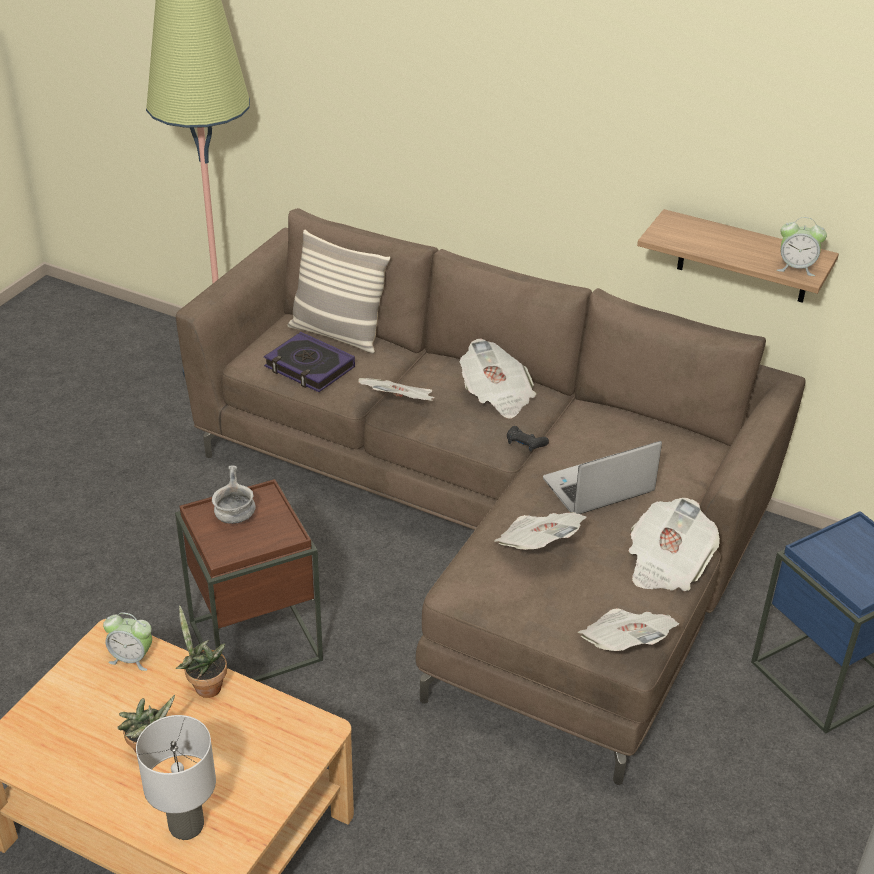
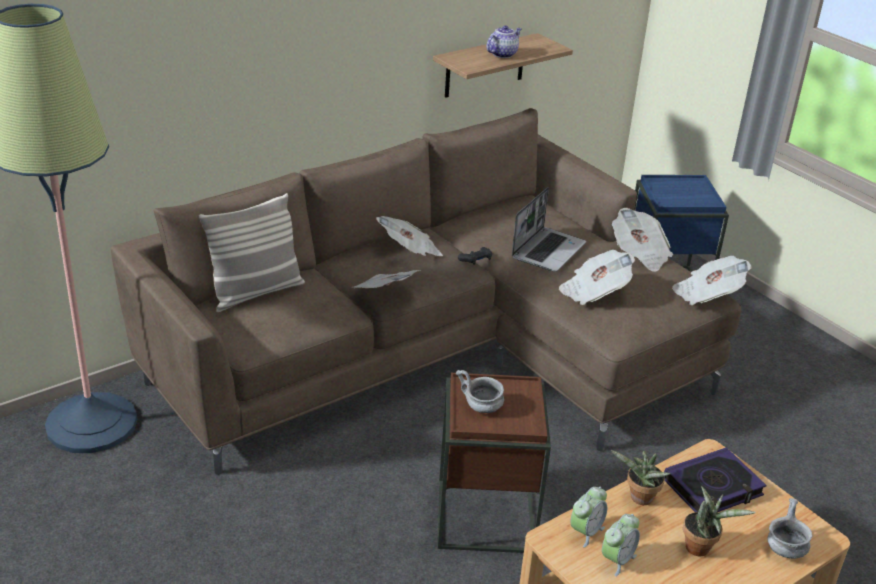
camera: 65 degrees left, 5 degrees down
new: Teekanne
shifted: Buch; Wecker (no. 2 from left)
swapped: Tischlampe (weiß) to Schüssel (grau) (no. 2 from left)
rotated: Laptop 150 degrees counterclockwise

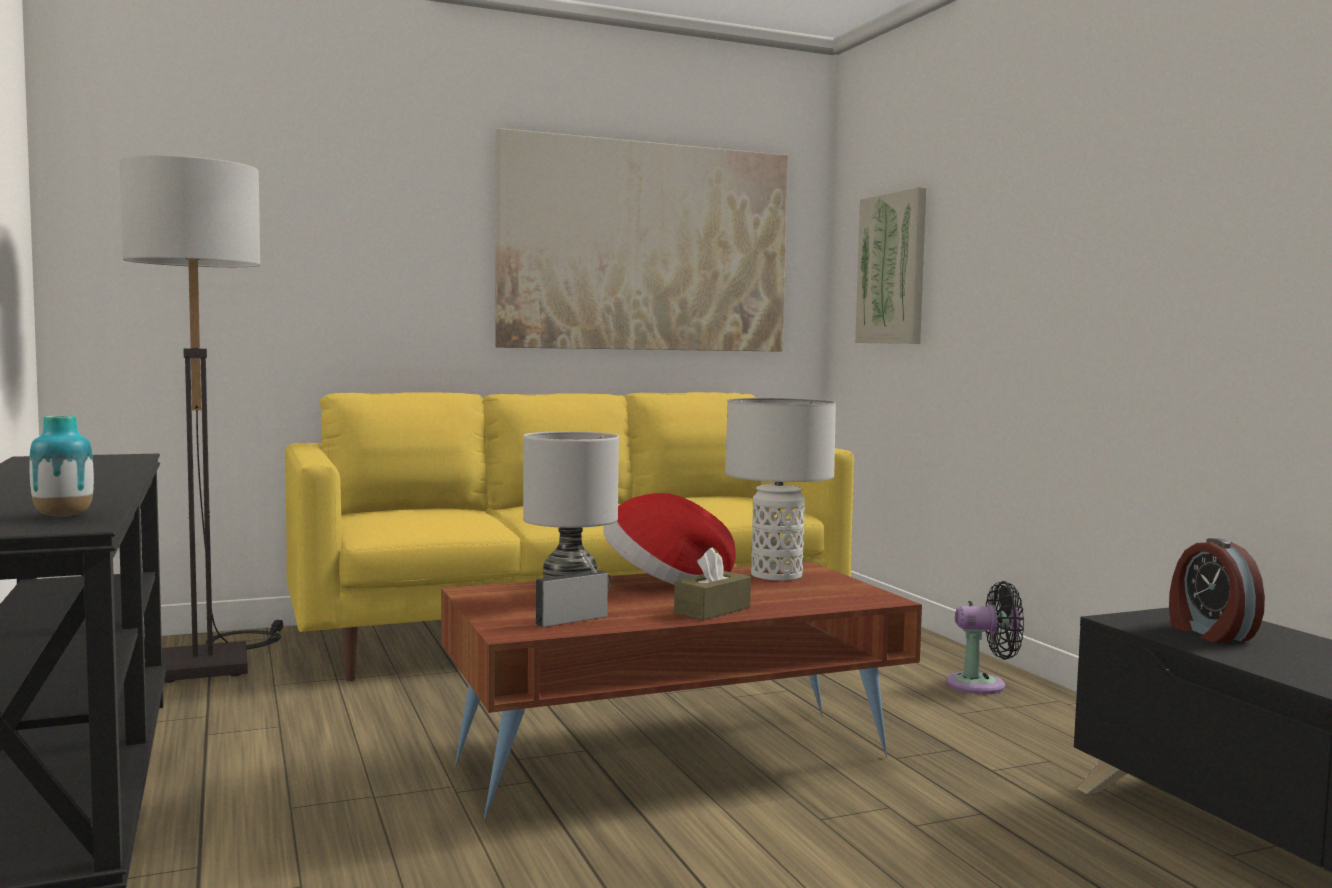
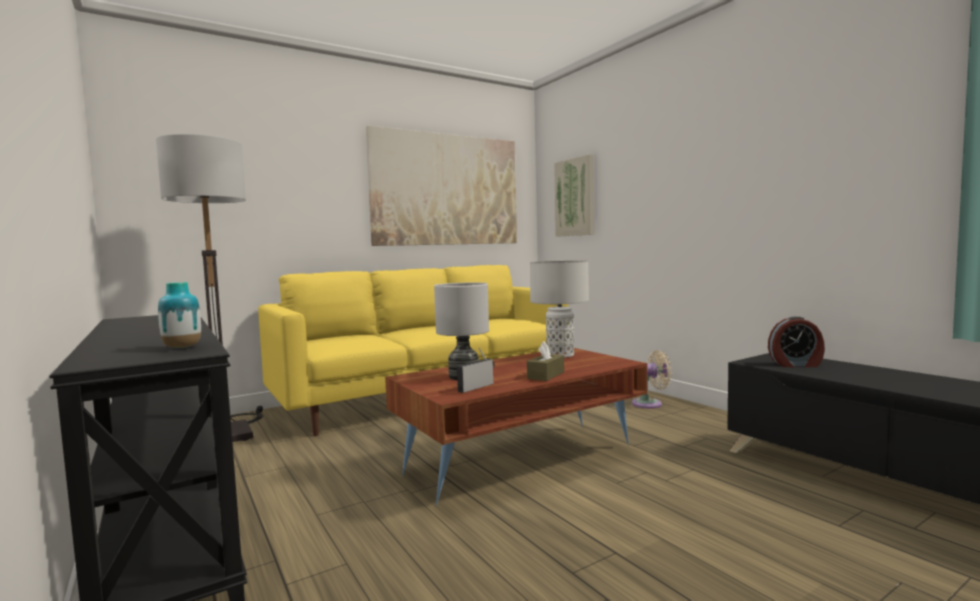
camera: 10 degrees left, 0 degrees up
gone: Hut
repainted: Ventilator (schwarz) to Ventilator (beige)
rotated: Wecker 60 degrees counterclockwise

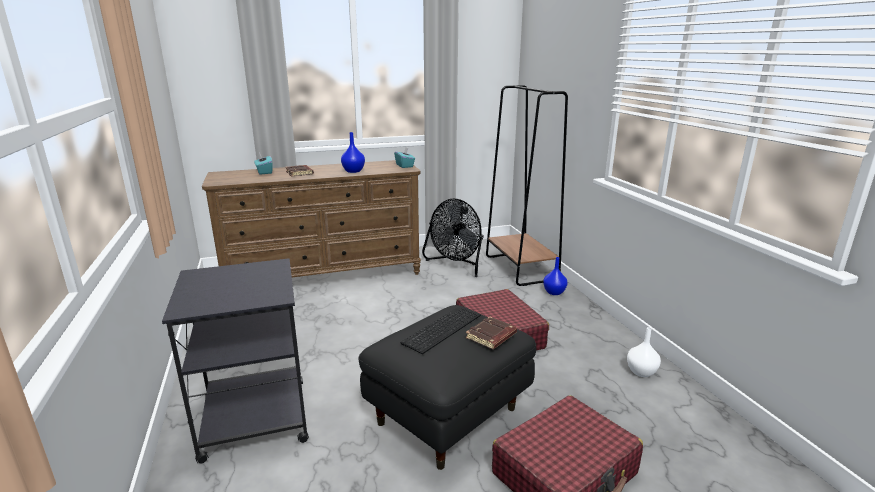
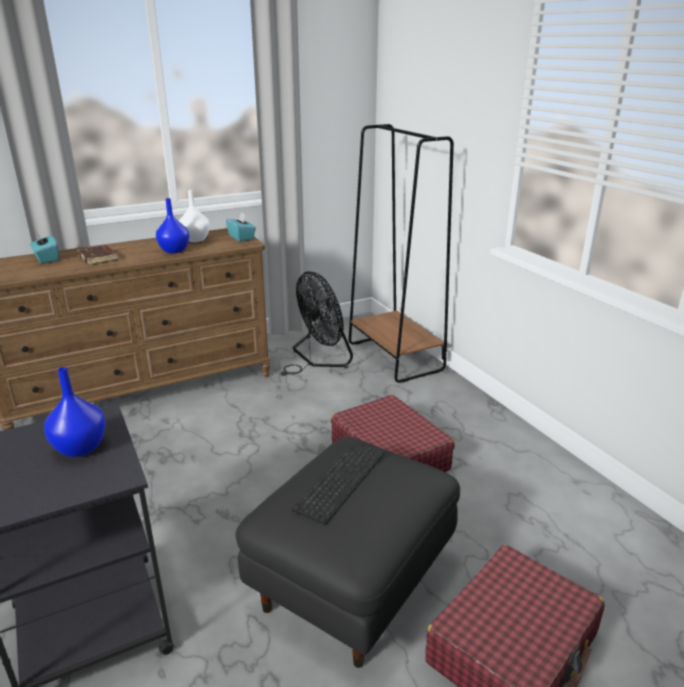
camera: 10 degrees left, 5 degrees up
gone: Buch (braun) (no. 2 from left)
shifted: Vase (blau) (no. 2 from left in the first image) to Vase (blau) (no. 1 from left); Vase (weiß)
rotated: Ventilator (schwarz) 150 degrees counterclockwise

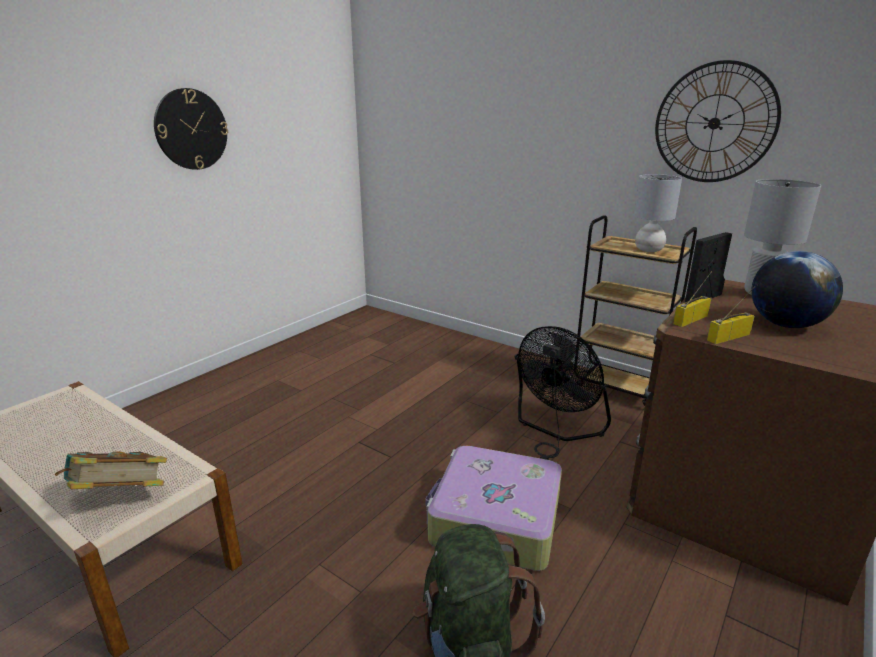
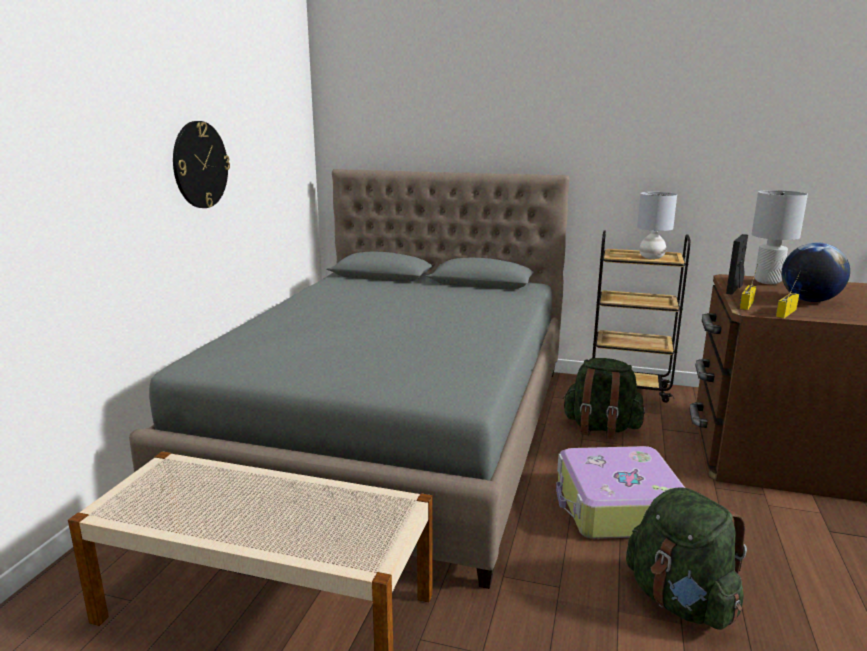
camera: 20 degrees left, 5 degrees down
gone: Buch; Wanduhr (no. 2 from left)
new: Bett (grau)
swapped: Ventilator (schwarz) to Rucksack (grün) (no. 1 from left)

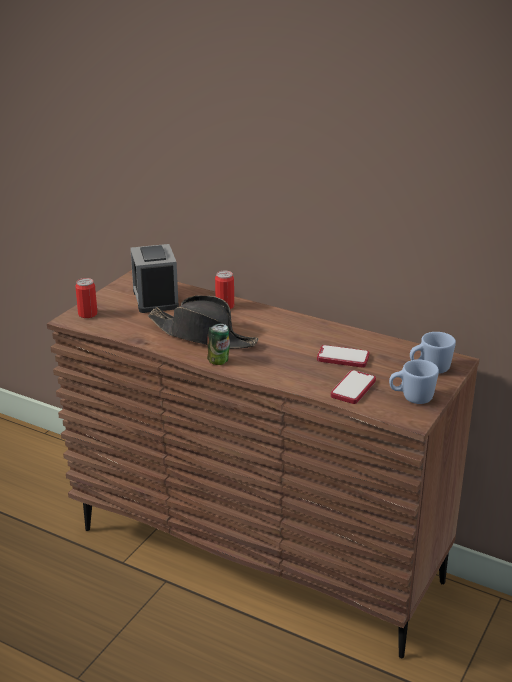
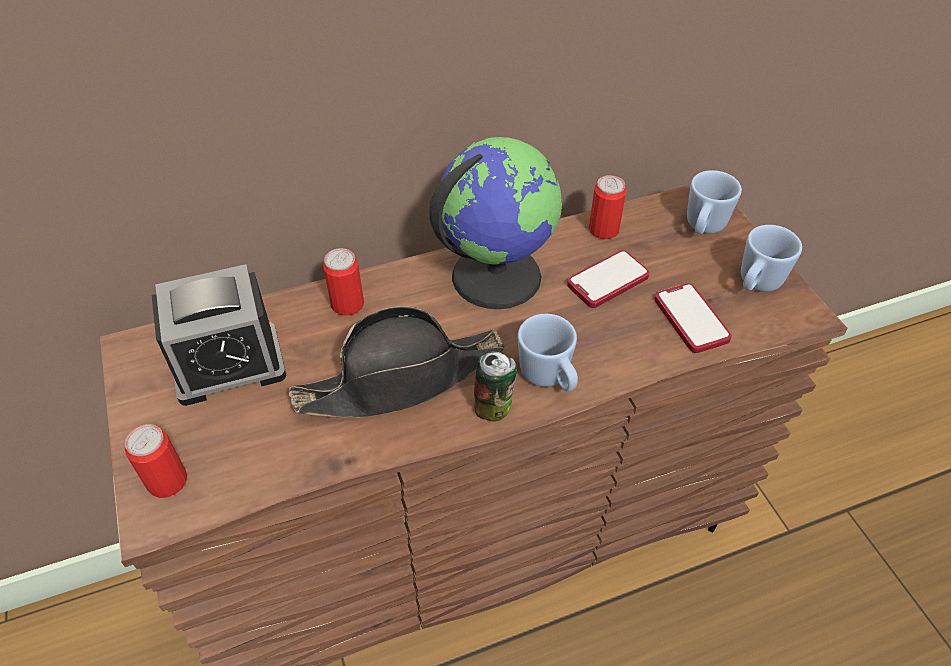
camera: 50 degrees left, 20 degrees up
new: Globus; Henkelbecher (blau) (no. 1 from left); Dose (no. 4 from left)
rotated: Wecker 45 degrees counterclockwise

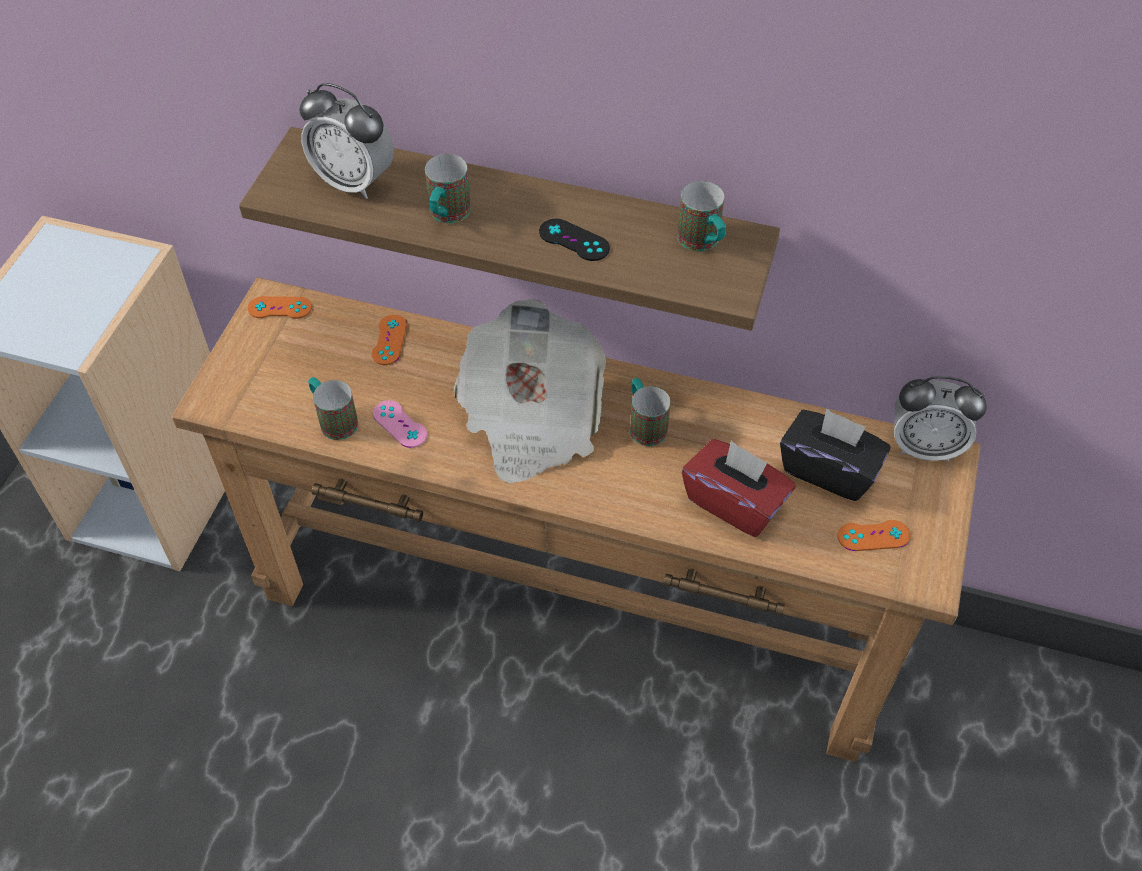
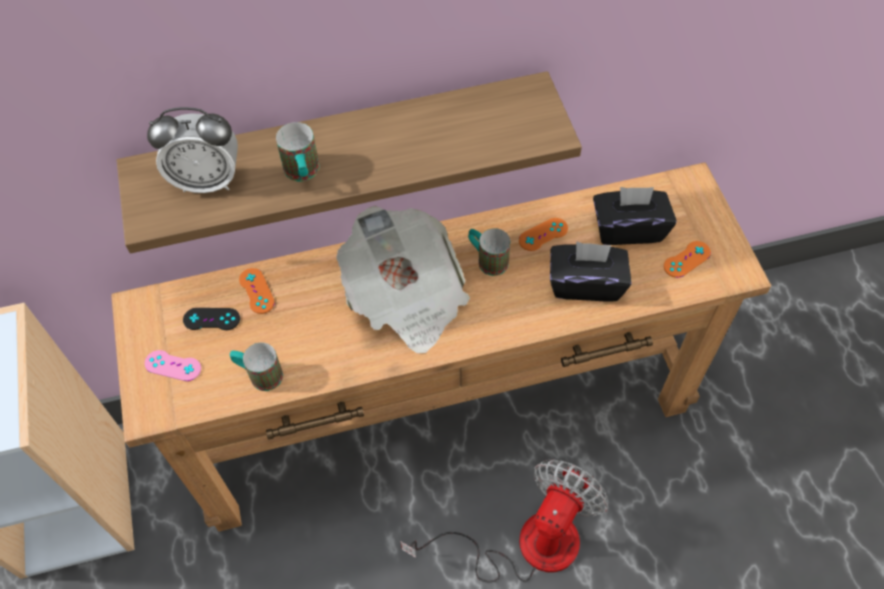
camera: 30 degrees left, 5 degrees up
gone: Henkelbecher (no. 4 from left); Wecker (no. 2 from left)
new: Ventilator
shifted: Gamepad (orange) (no. 1 from left in the first image) to Gamepad (orange) (no. 2 from left); Gamepad (rosa); Gamepad (schwarz)
repainted: Taschentuchbox (rot) to Taschentuchbox (schwarz) (no. 1 from left)

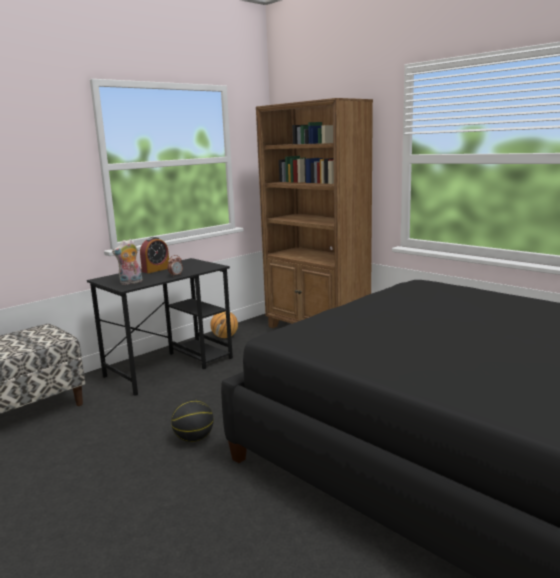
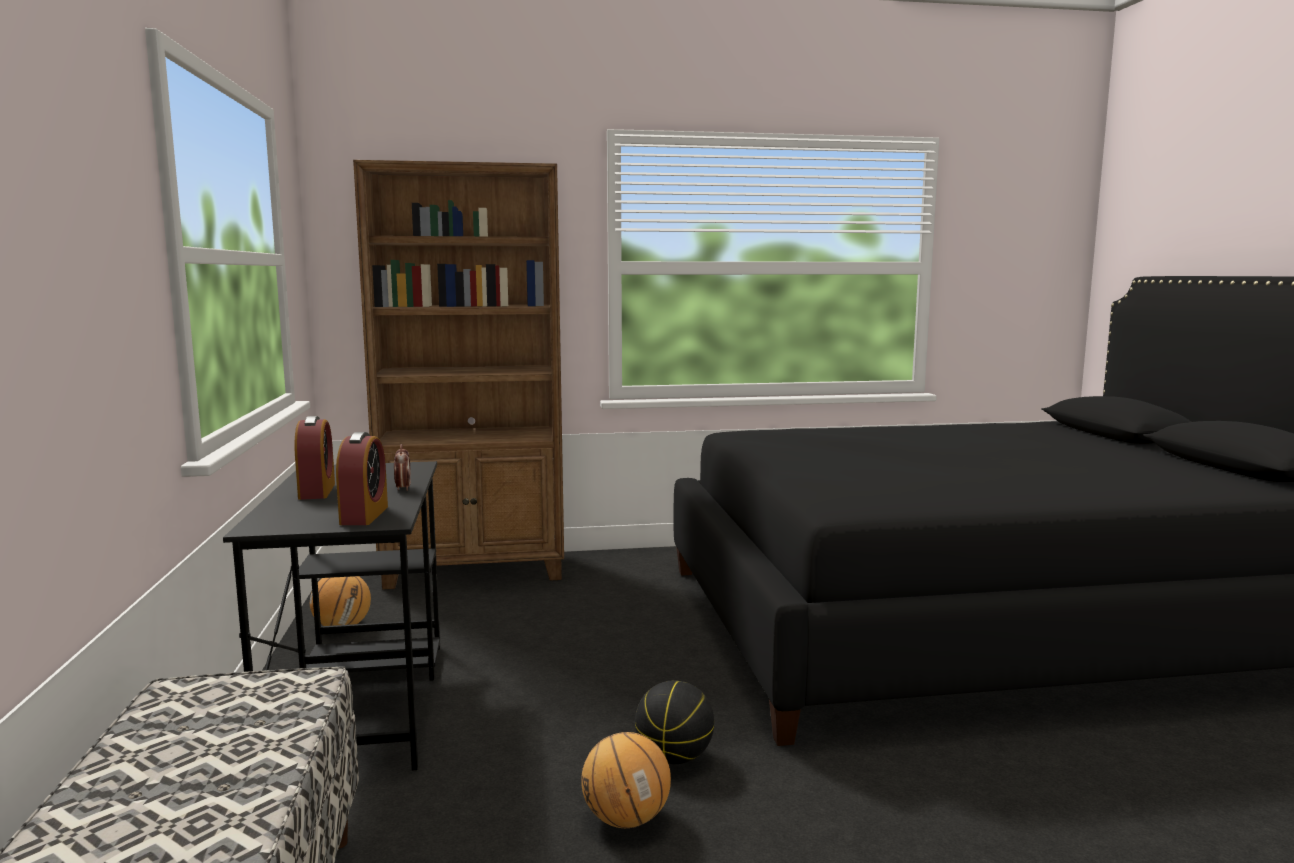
camera: 55 degrees left, 5 degrees down
new: Basketball (no. 2 from left)
swapped: Plüschtier to Wecker (no. 2 from left)

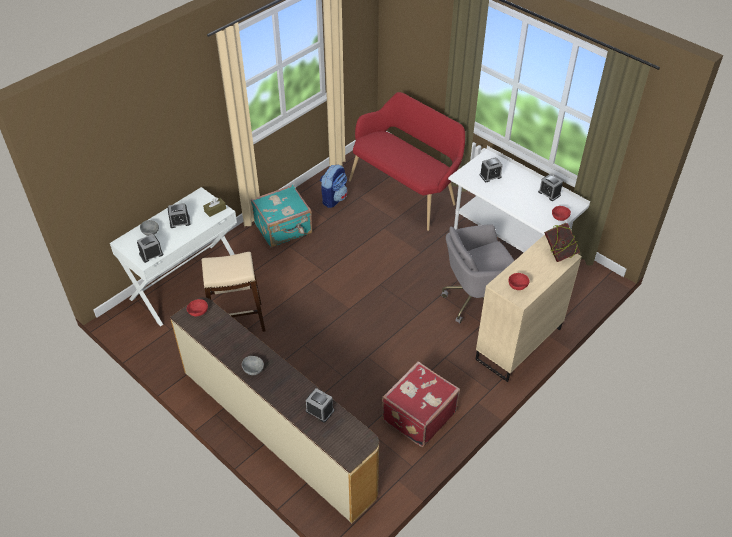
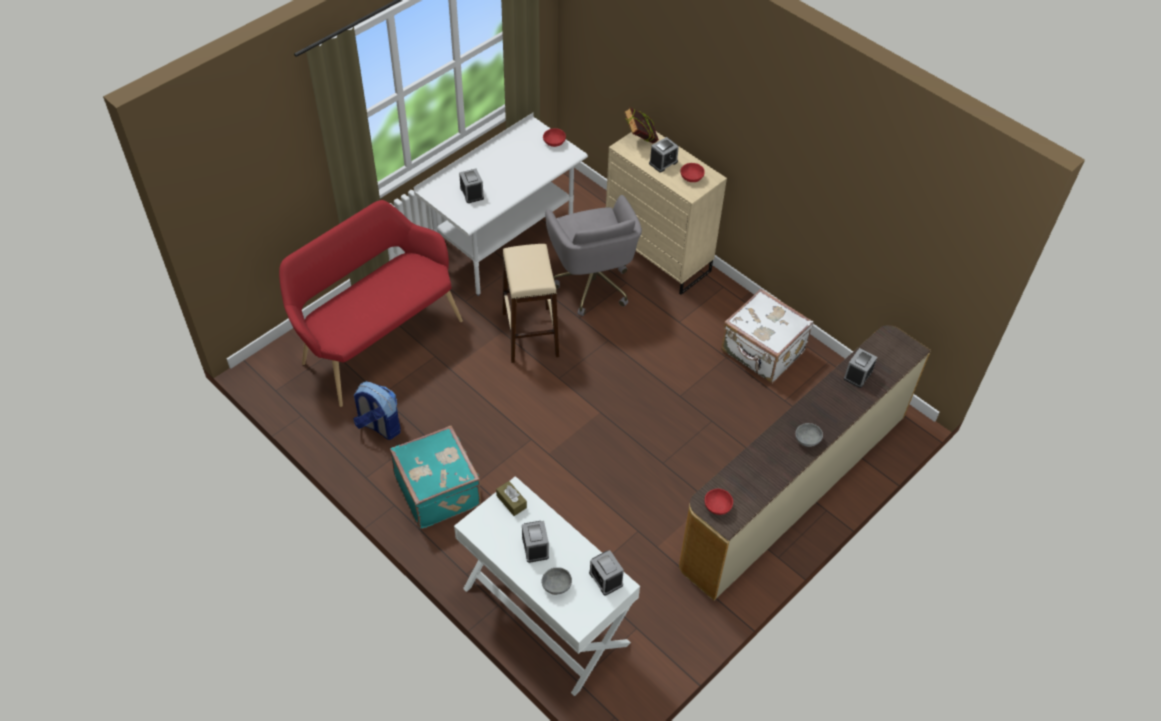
camera: 90 degrees left, 5 degrees up
shifted: Hocker (beige); Wecker (no. 5 from left in the first image) to Wecker (no. 4 from left)
repainted: Koffer (rot) to Koffer (weiß)

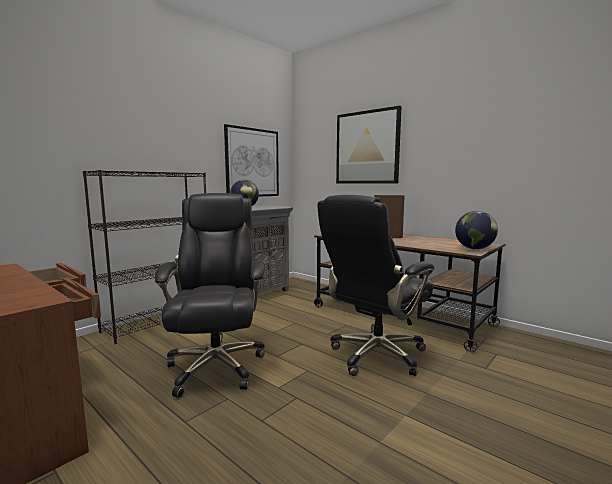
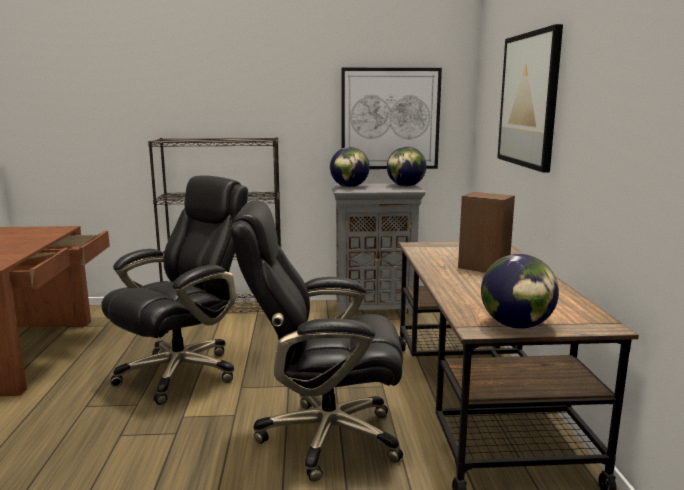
camera: 45 degrees right, 5 degrees up
new: Globus (no. 2 from left)

